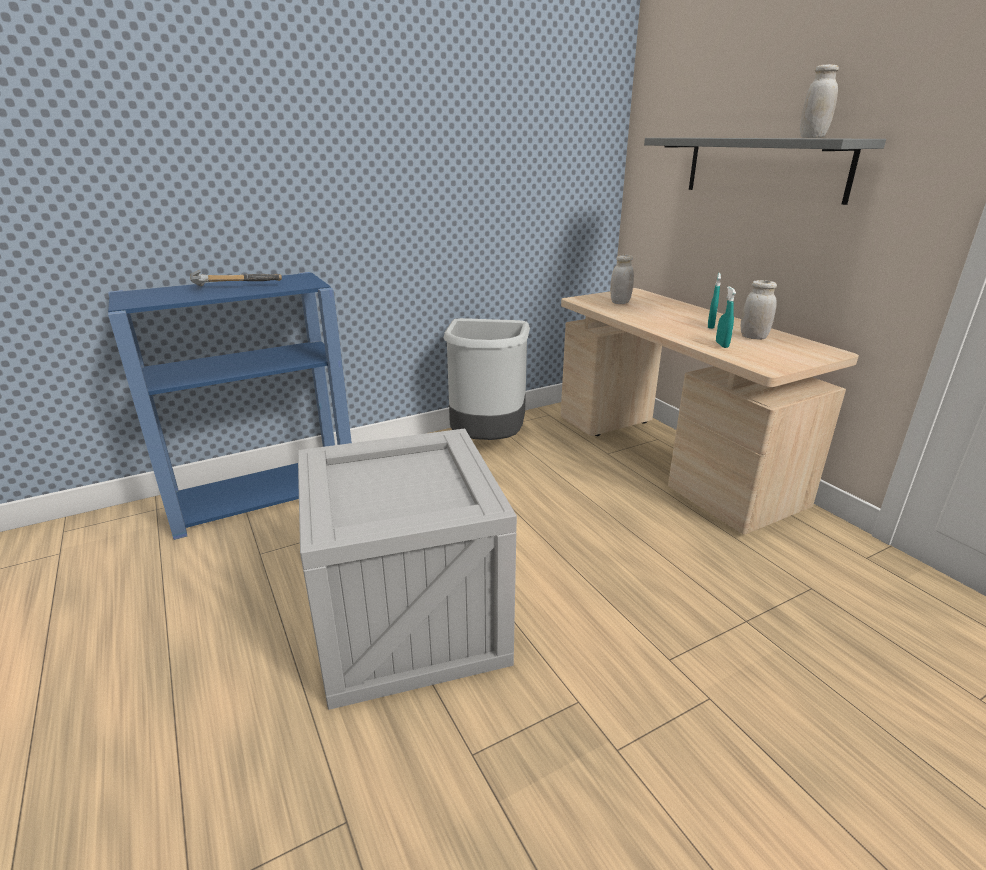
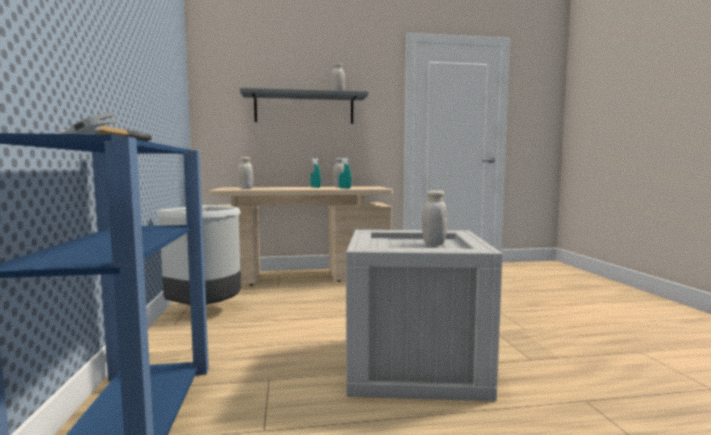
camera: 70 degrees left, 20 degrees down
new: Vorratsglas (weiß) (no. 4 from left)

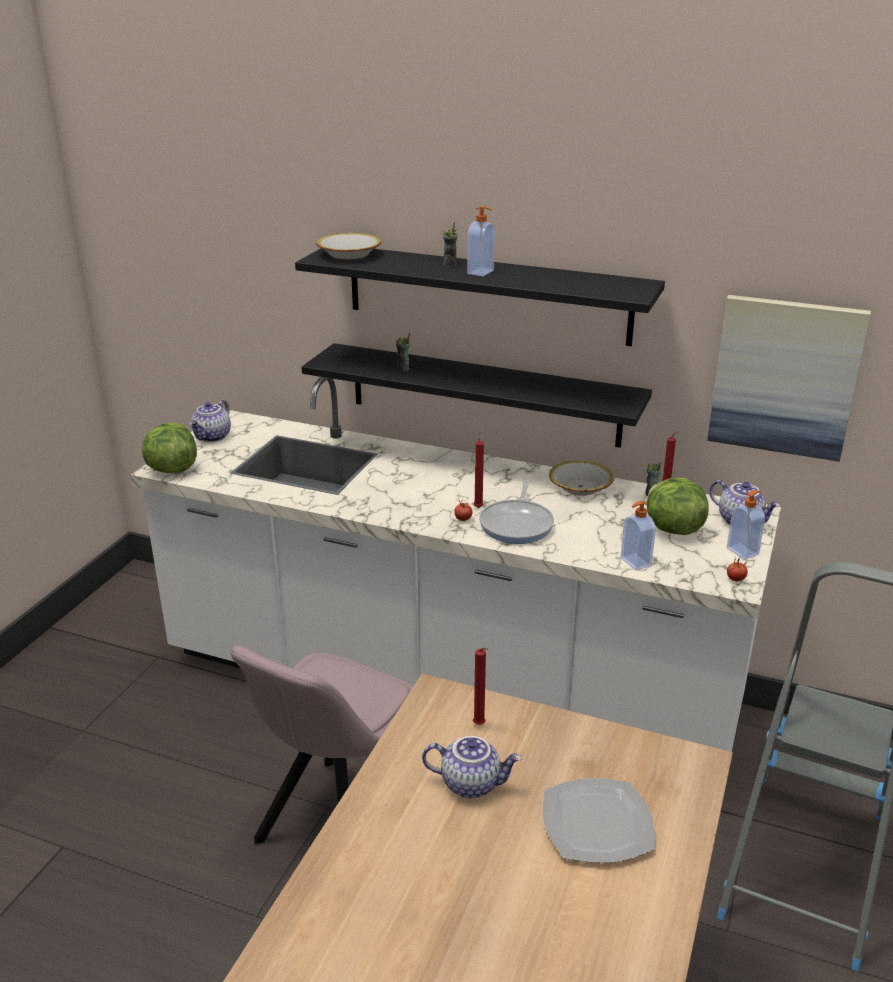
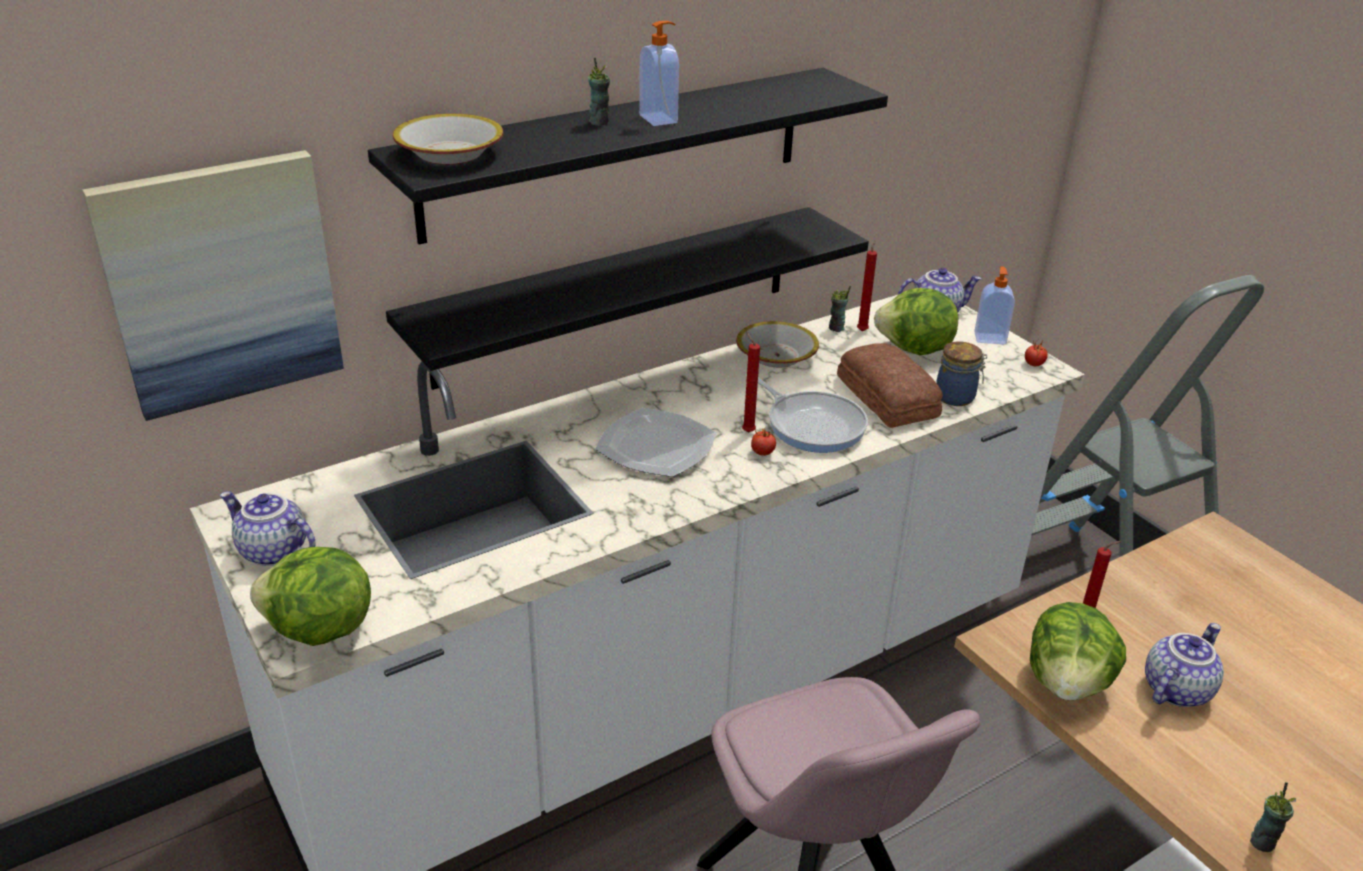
camera: 55 degrees left, 5 degrees up
new: Brot; Salatkopf (no. 3 from left)
shifted: Tasse (no. 1 from left in the first image) to Tasse (no. 3 from left); Teller; Bild
swapped: Seifenspender (no. 2 from left) to Vorratsglas
rotated: Teekanne (no. 1 from left) 150 degrees clockwise

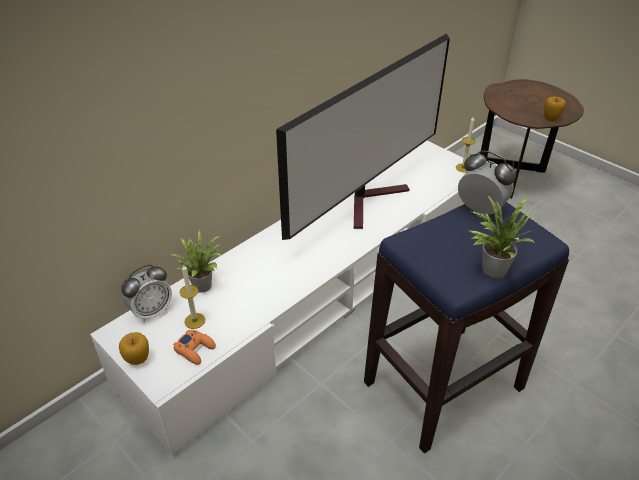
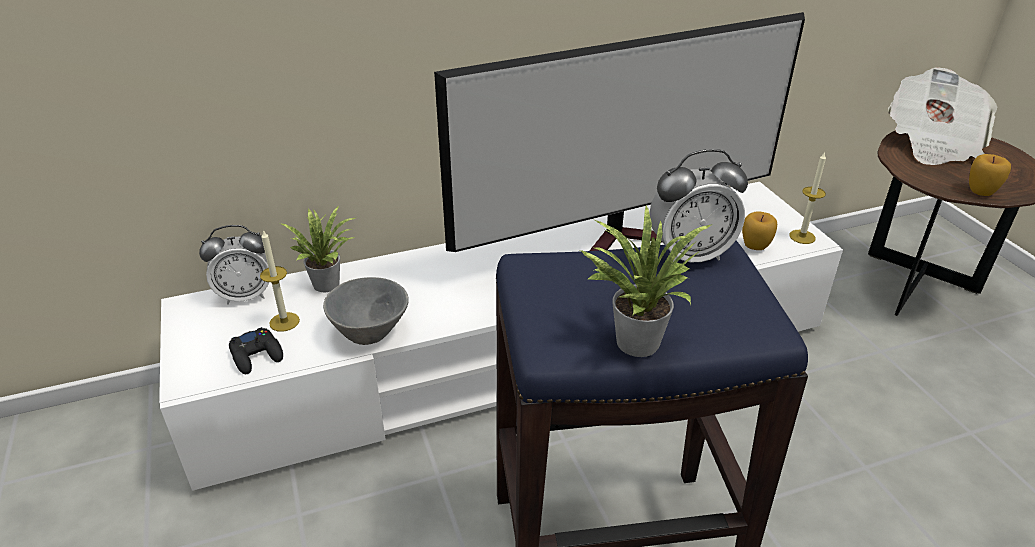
camera: 25 degrees right, 5 degrees down
new: Schüssel (grau); Zeitung
shifted: Apfel (no. 1 from left)
repainted: Gamepad (orange) to Gamepad (schwarz)
rotated: Wecker (no. 2 from left) 105 degrees clockwise

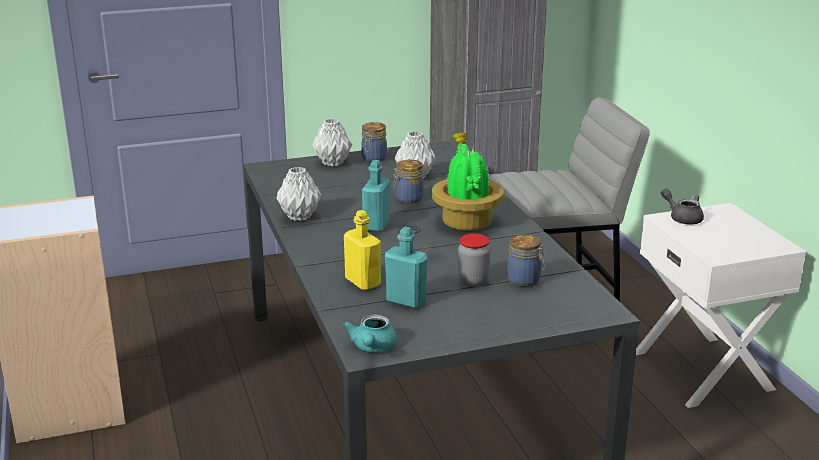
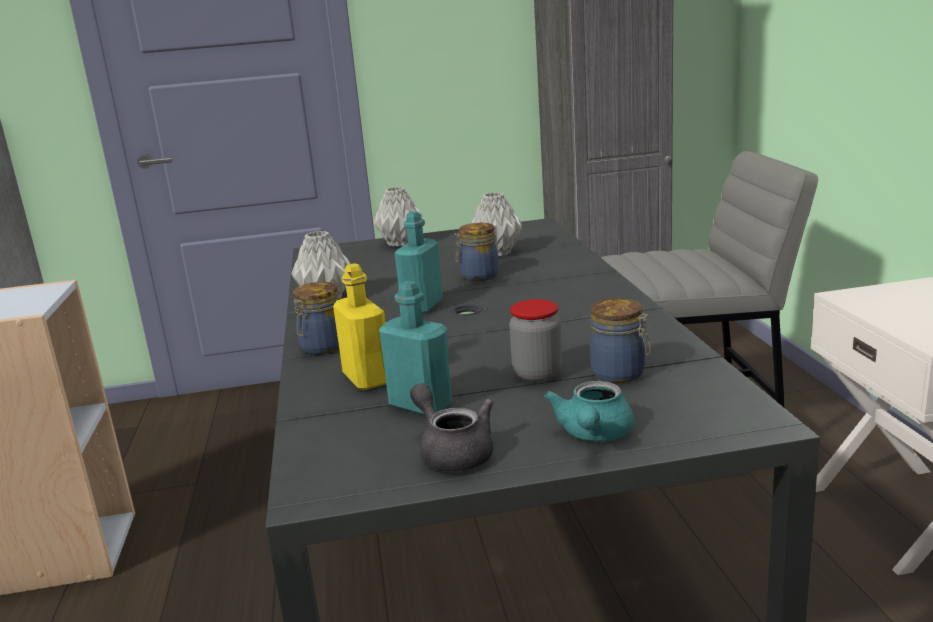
camera: 10 degrees right, 5 degrees down
gone: Topfpflanze
shifted: Teekanne (türkis); Vorratsglas (no. 1 from left); Teekanne (grau)

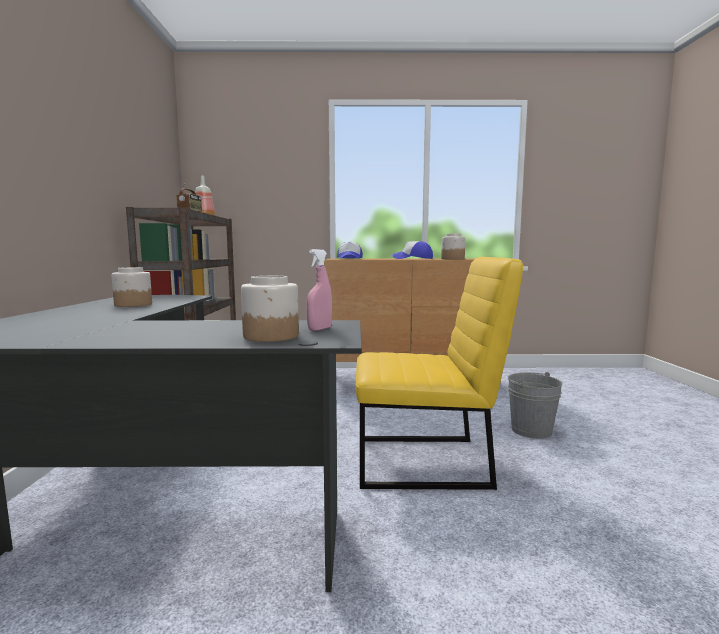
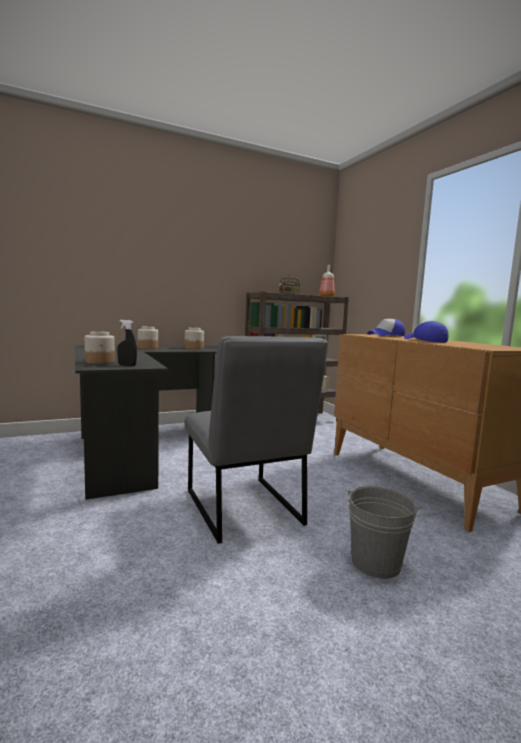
camera: 65 degrees right, 0 degrees up
shifted: Vorratsglas (no. 3 from left in the first image) to Vorratsglas (no. 2 from left)
repainted: Sprühflasche (rosa) to Sprühflasche (schwarz); Stuhl (gelb) to Stuhl (grau)

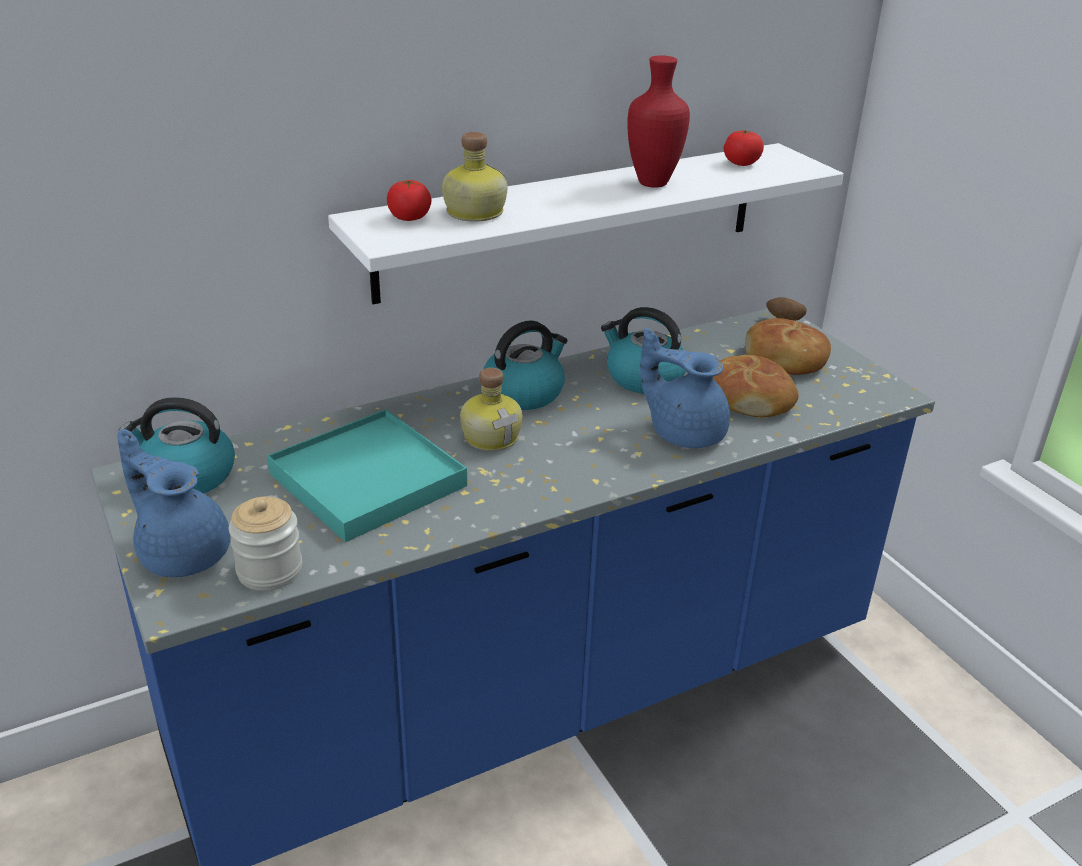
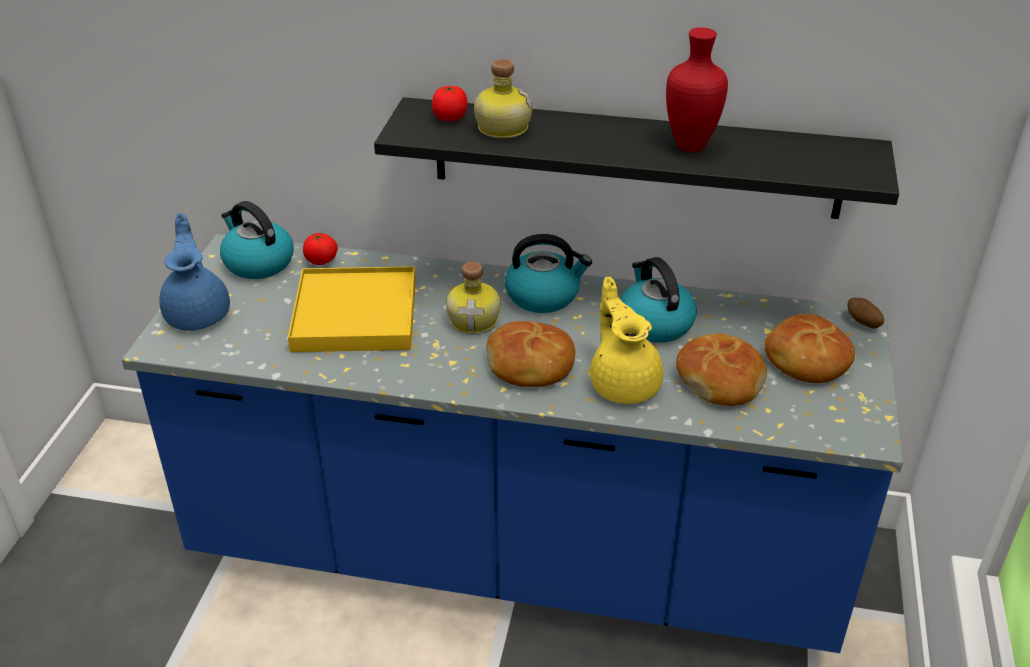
camera: 40 degrees right, 5 degrees up
gone: Vorratsglas
new: Brot (no. 1 from left)
shifted: Tomate (no. 2 from left in the first image) to Tomate (no. 1 from left)
repainted: Tablett (türkis) to Tablett (gelb); Wandregal (weiß) to Wandregal (schwarz); Teekanne (blau) (no. 2 from left) to Teekanne (gelb)

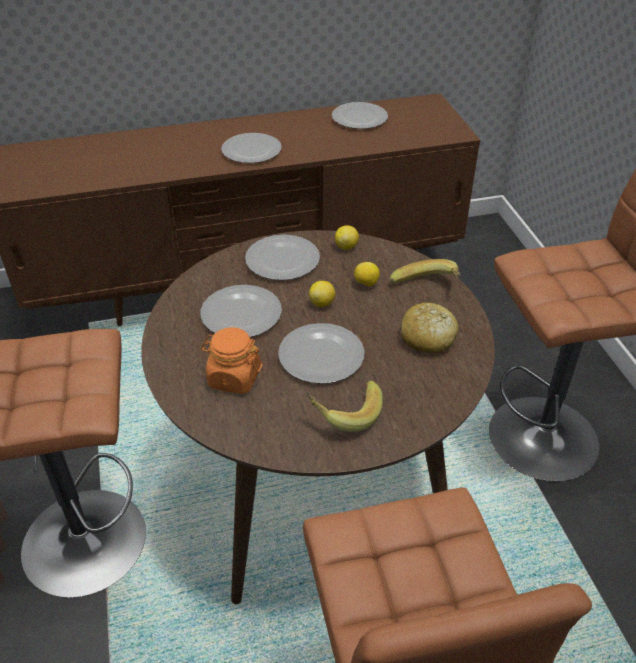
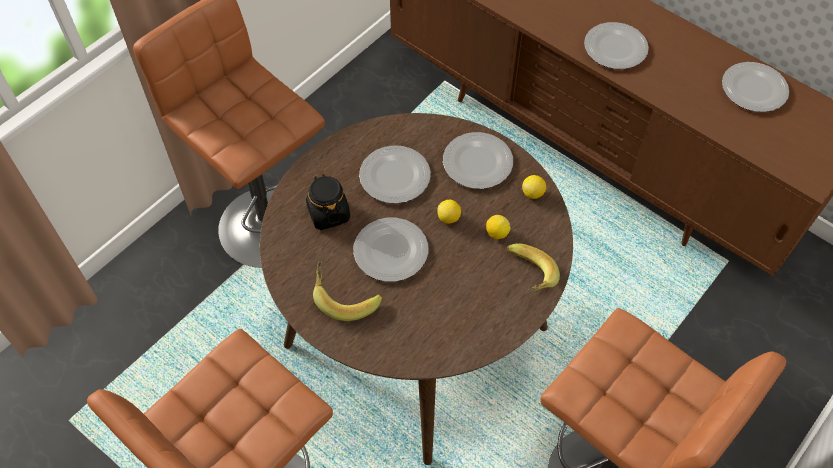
camera: 55 degrees right, 15 degrees up
gone: Brot
repainted: Vorratsglas (orange) to Vorratsglas (schwarz)

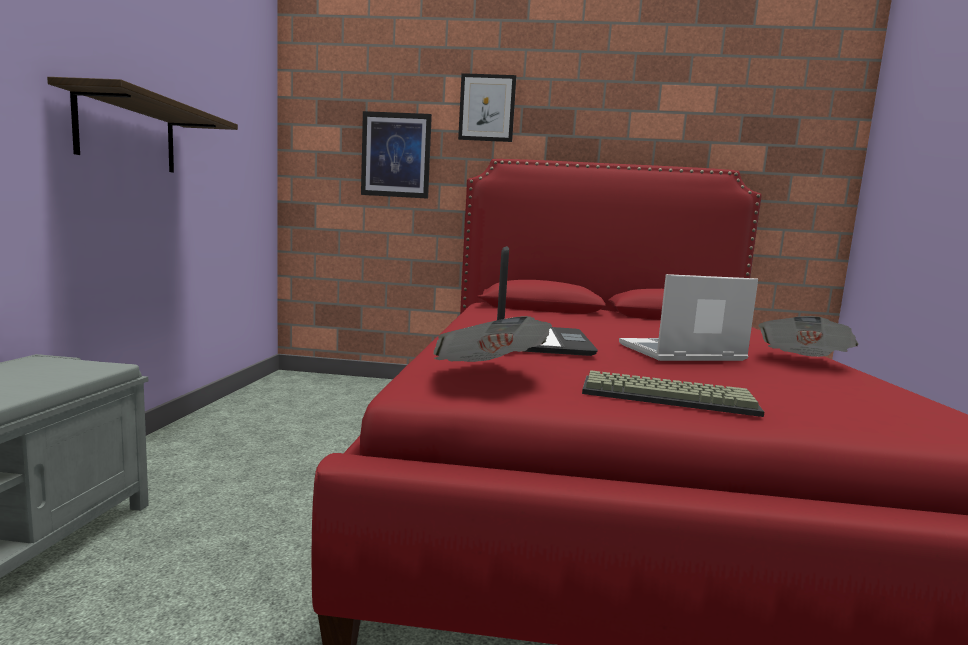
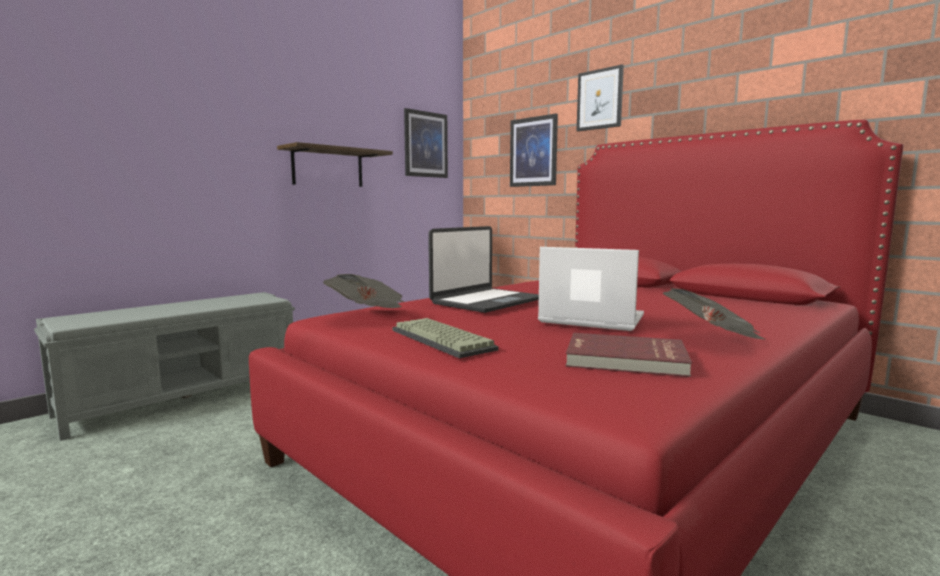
camera: 40 degrees right, 0 degrees up
new: Bild (no. 1 from left); Buch (rot)

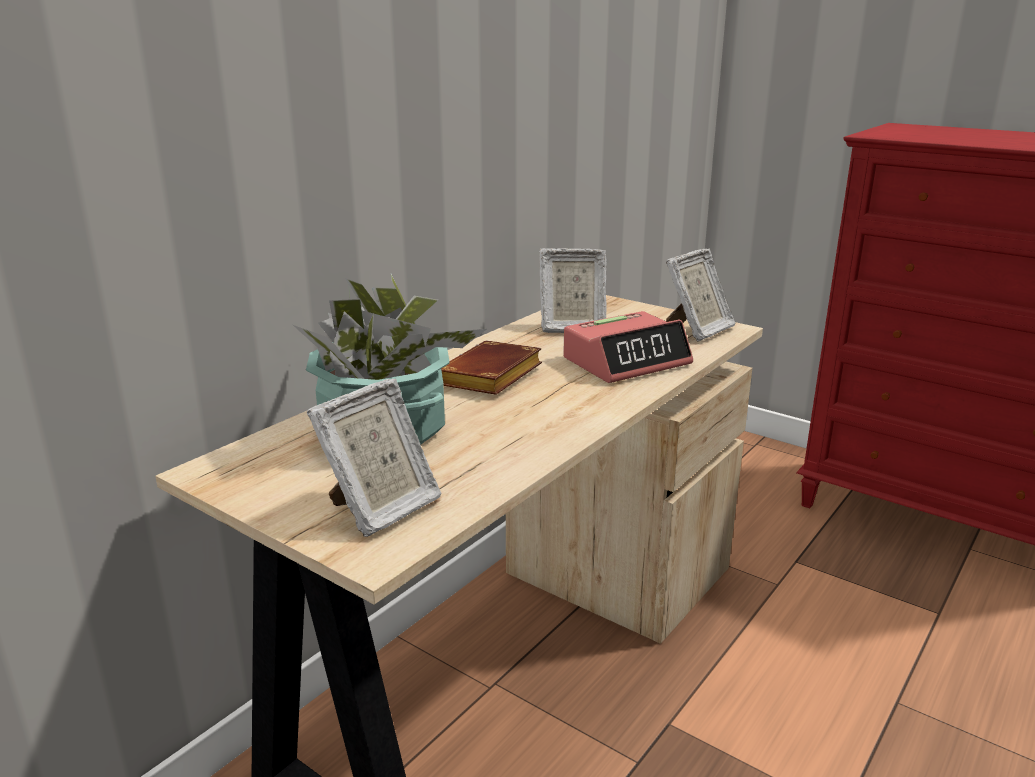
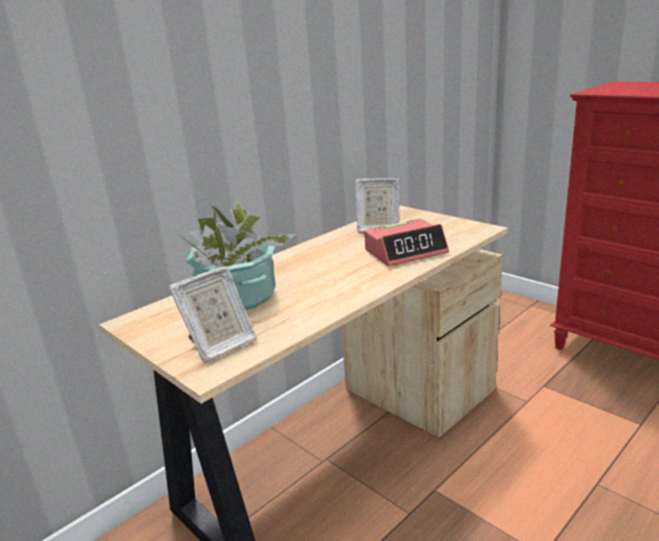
camera: 10 degrees right, 0 degrees up
gone: Buch (braun); Bilderrahmen (no. 3 from left)

